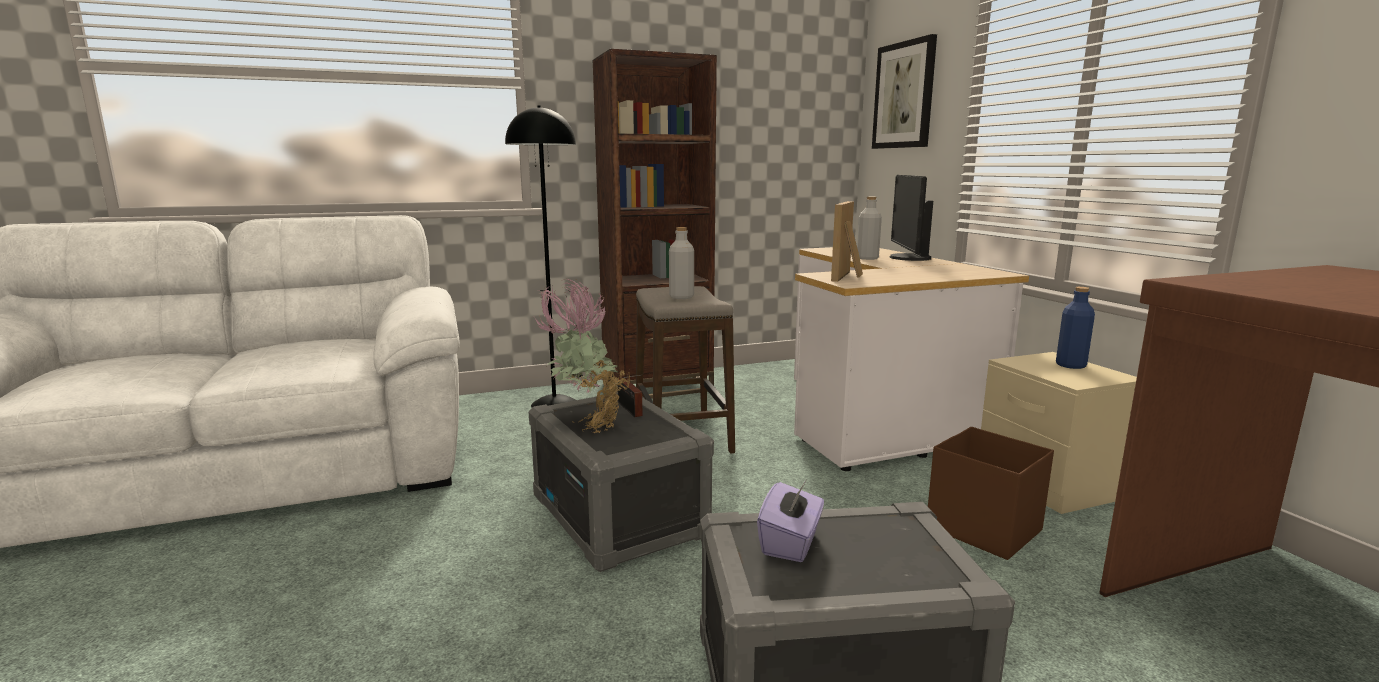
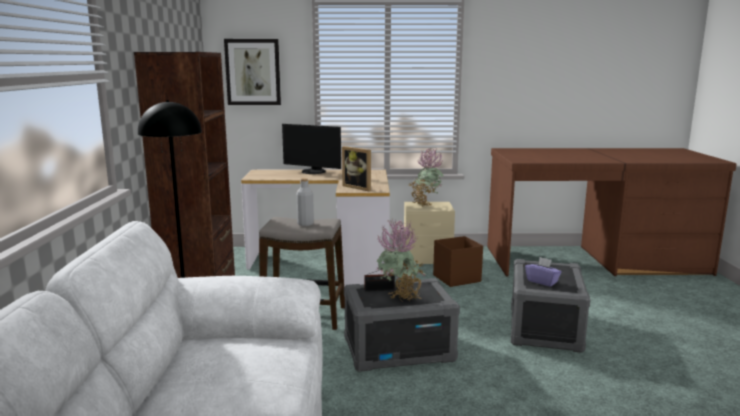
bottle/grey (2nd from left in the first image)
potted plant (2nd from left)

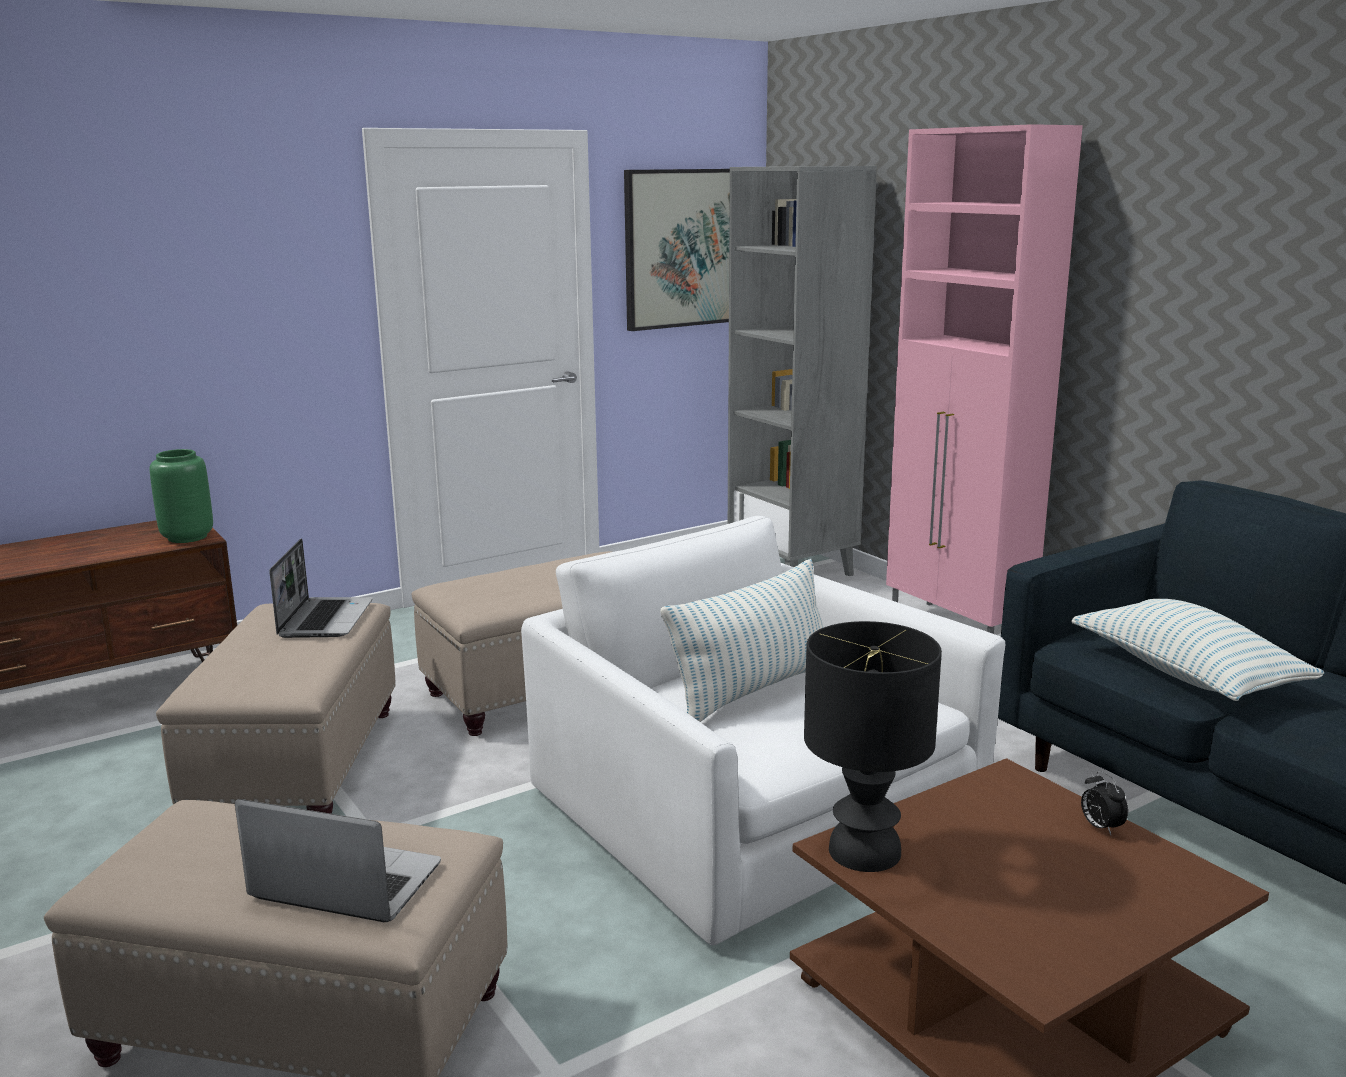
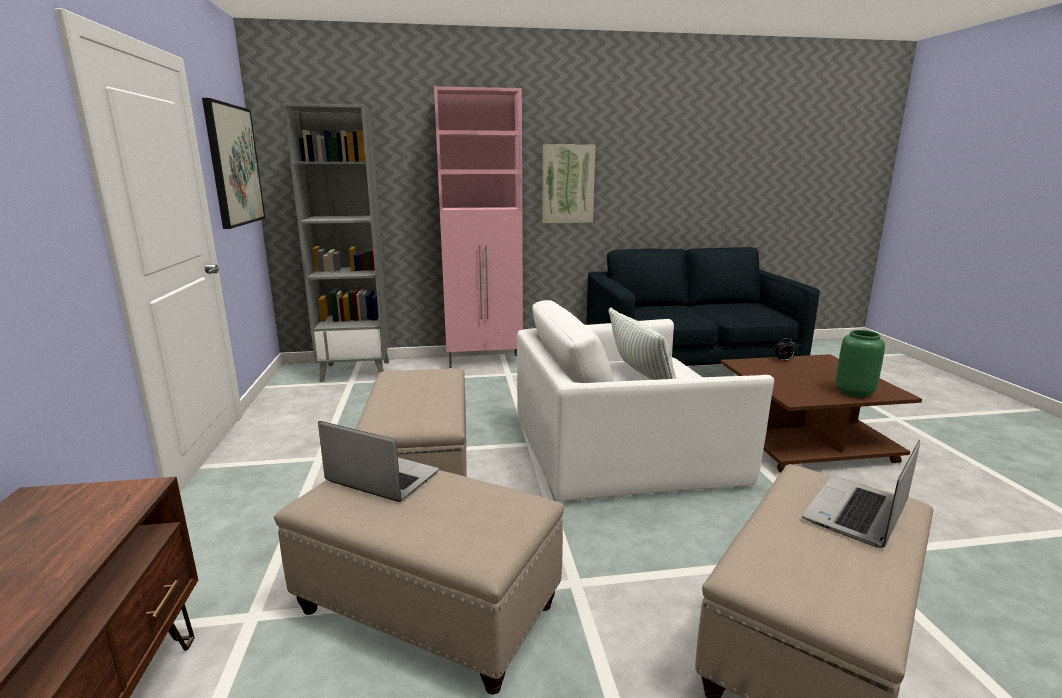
vase/green
table lamp/black
pillow (2nd from left in the first image)
picture (2nd from left)

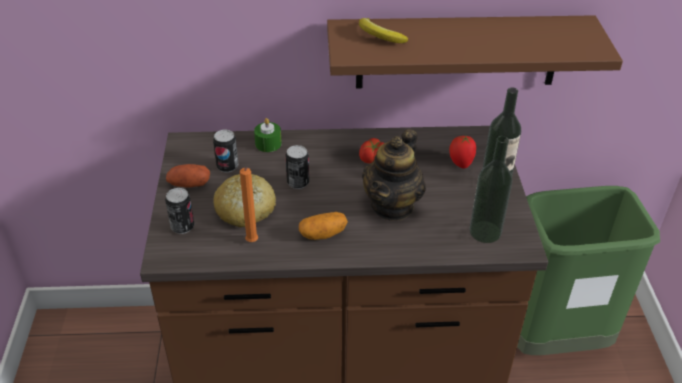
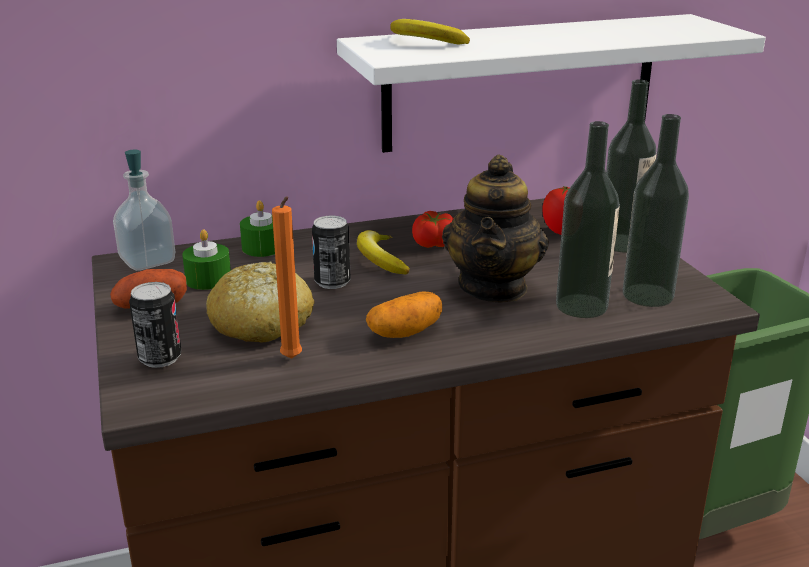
candle/green (1st from left)
shelf/white
soap dispenser
banana (1st from left)
bottle (1st from left)

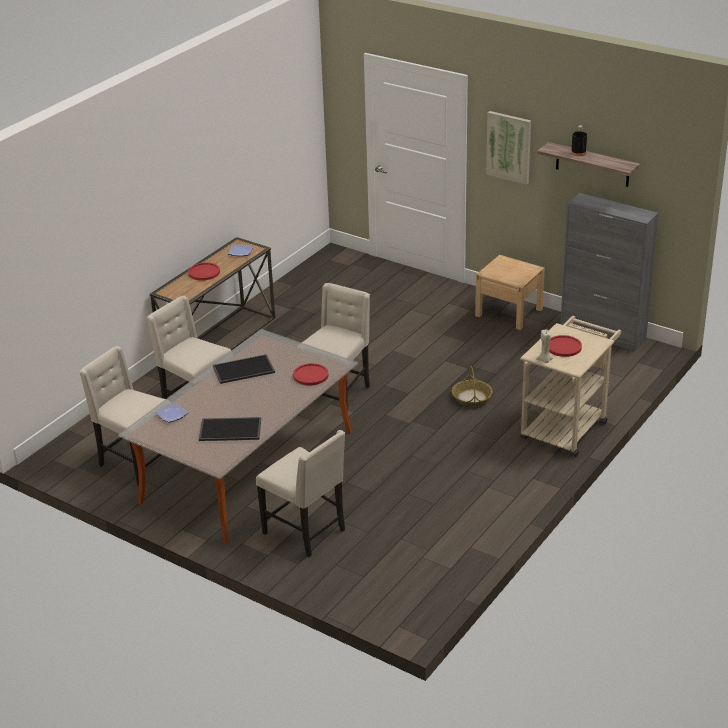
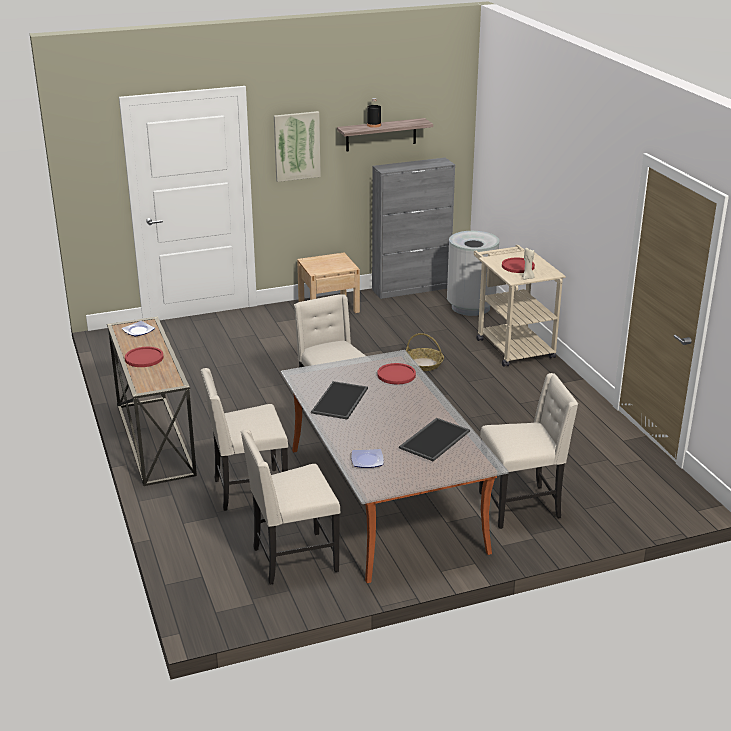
trash can/grey

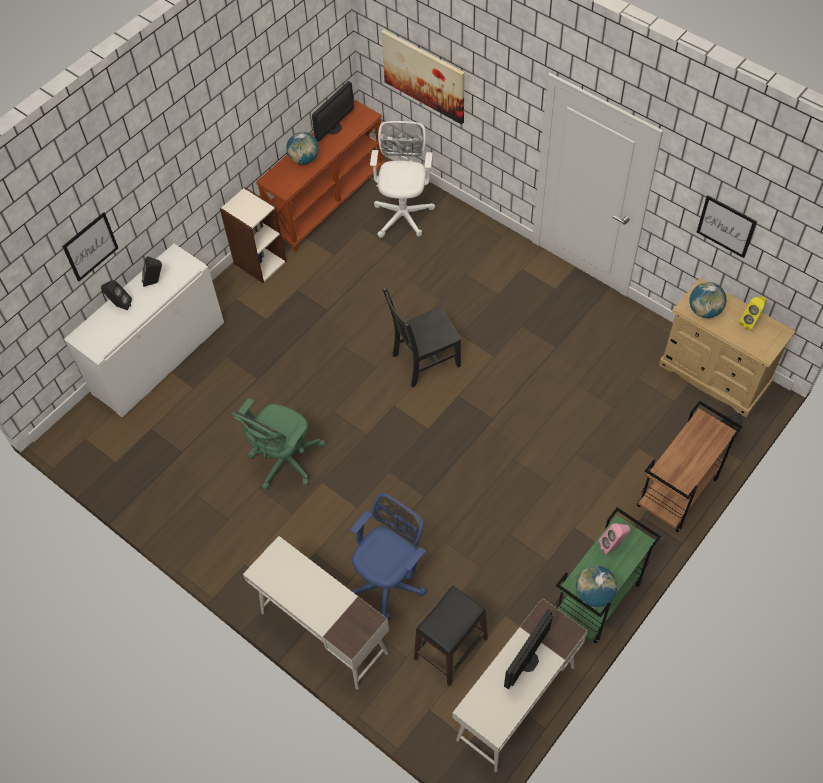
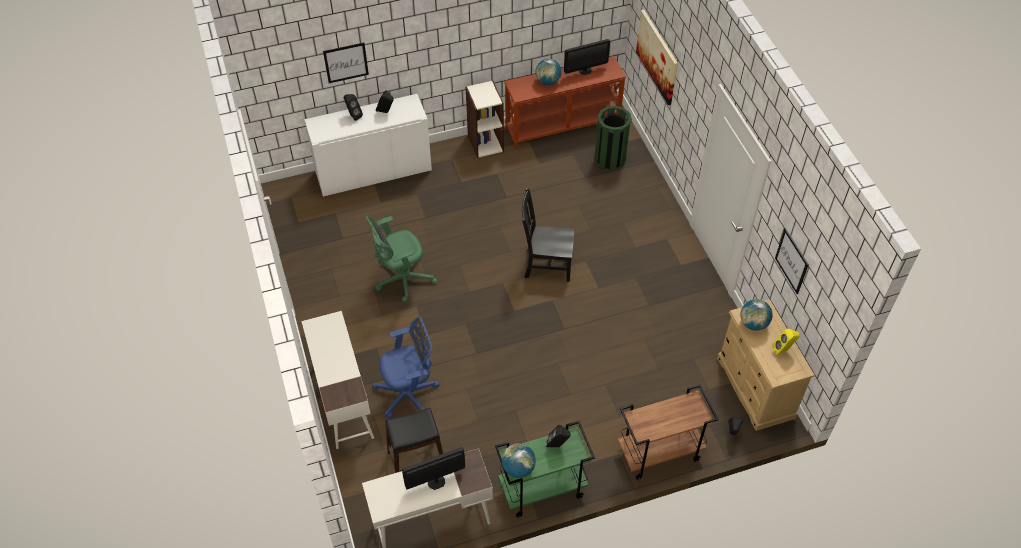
trash can/green
speaker/black (3rd from left)

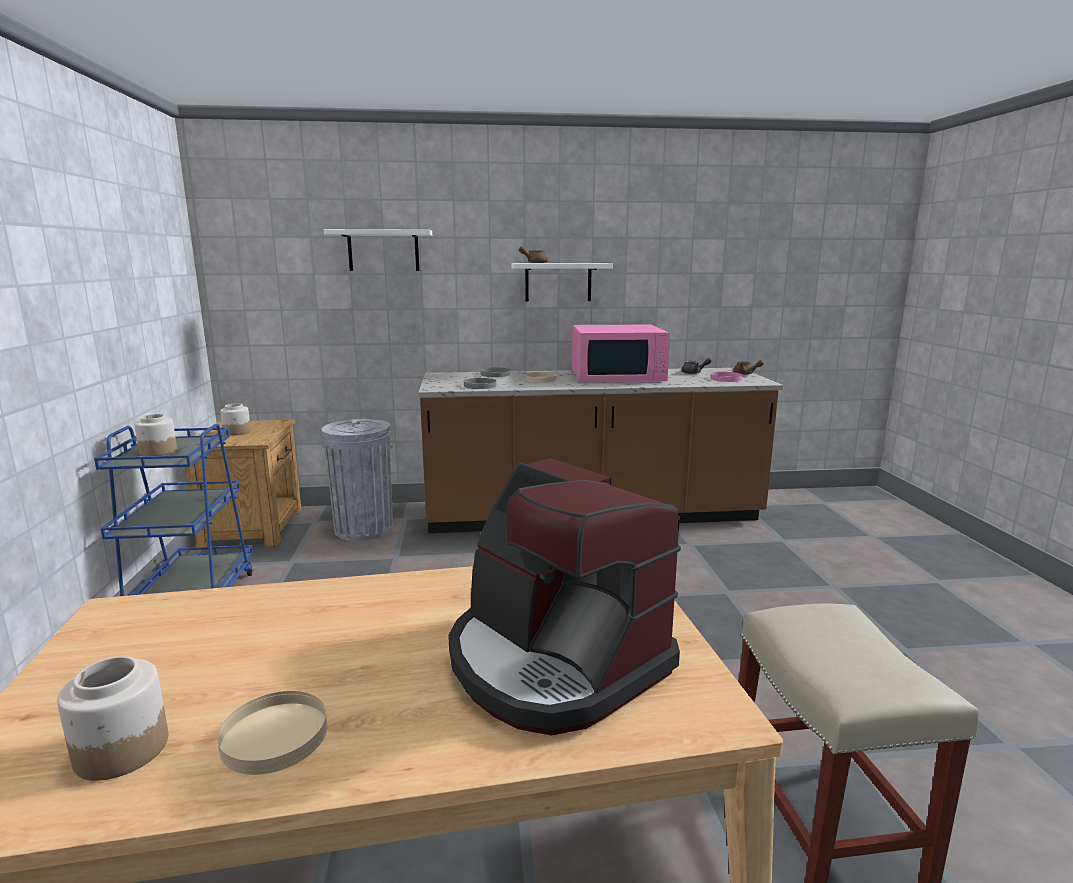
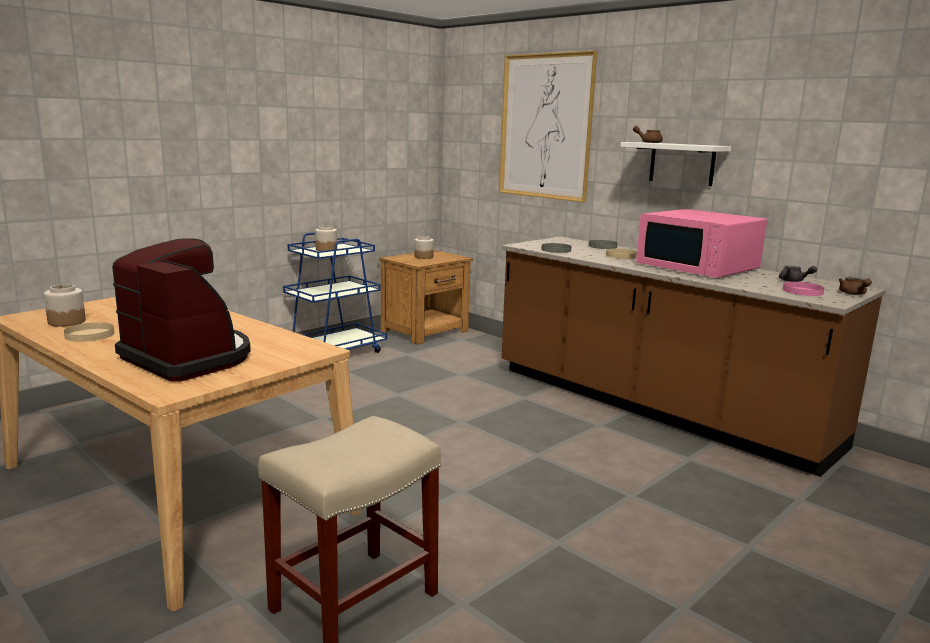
trash can/grey
picture
coffee machine

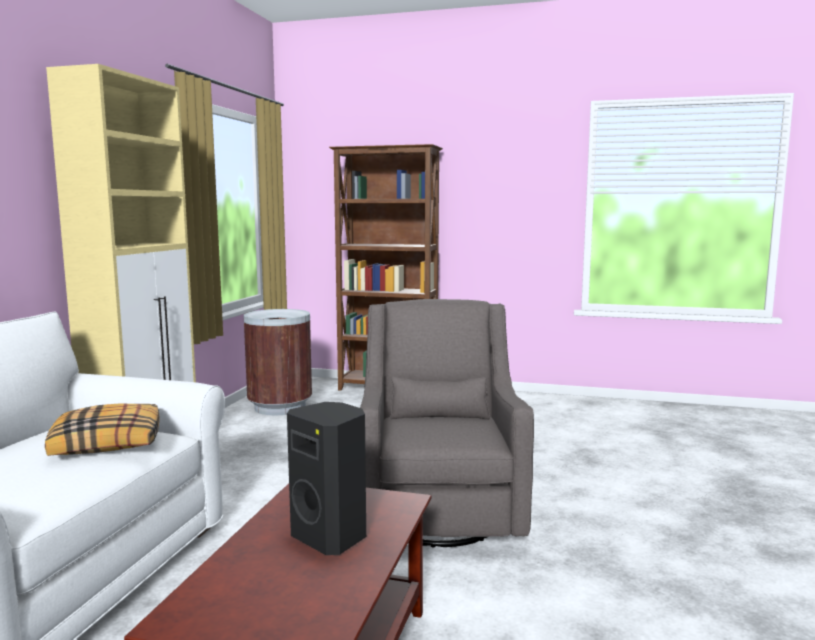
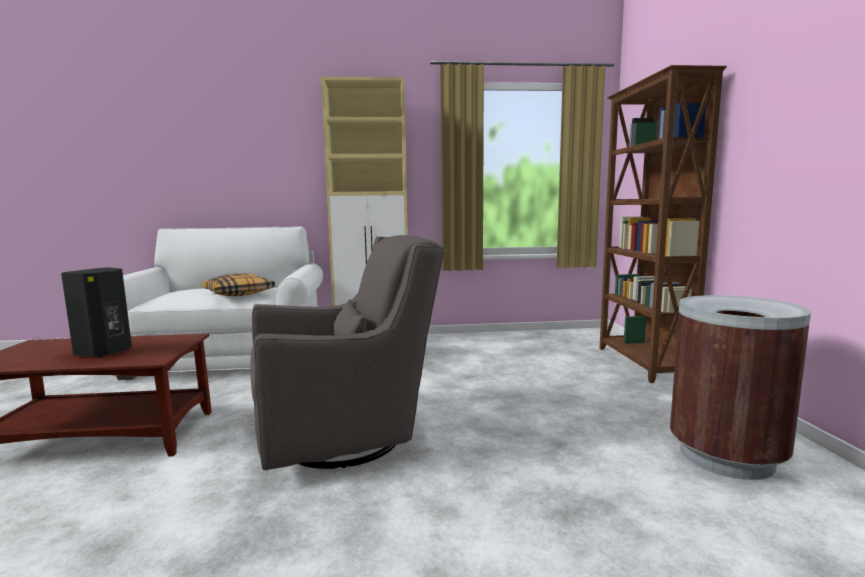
trash can/brown

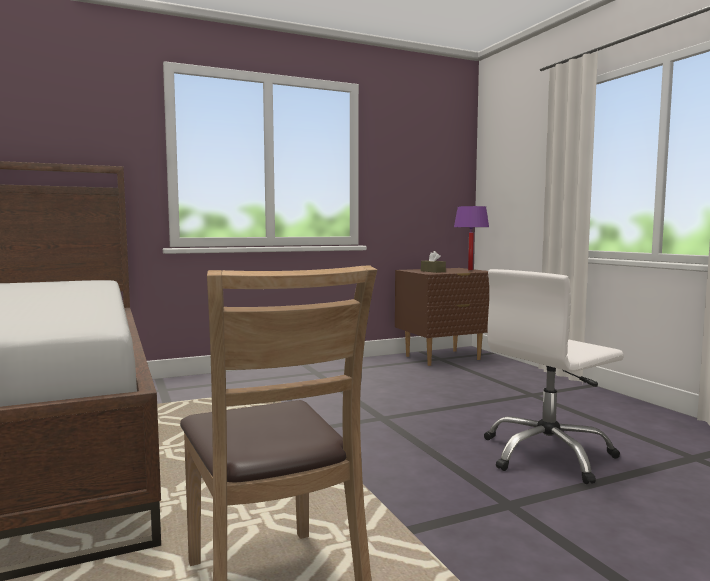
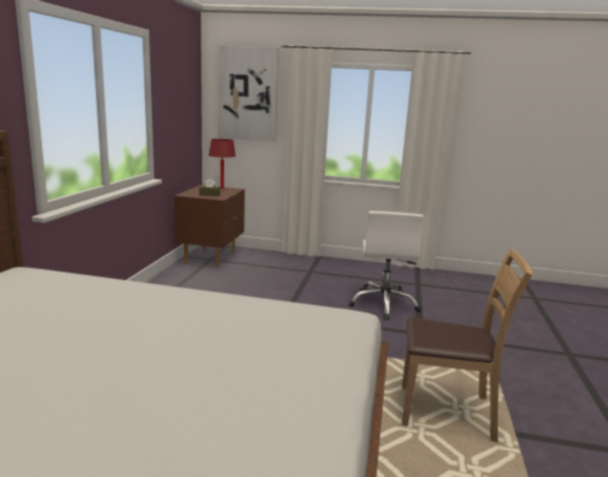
table lamp/red
picture

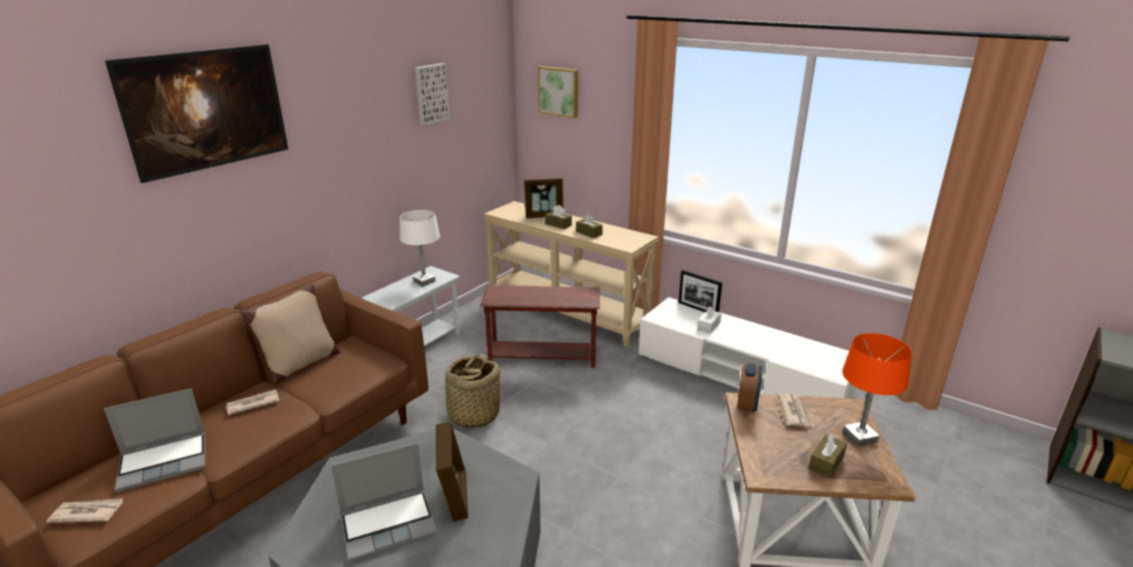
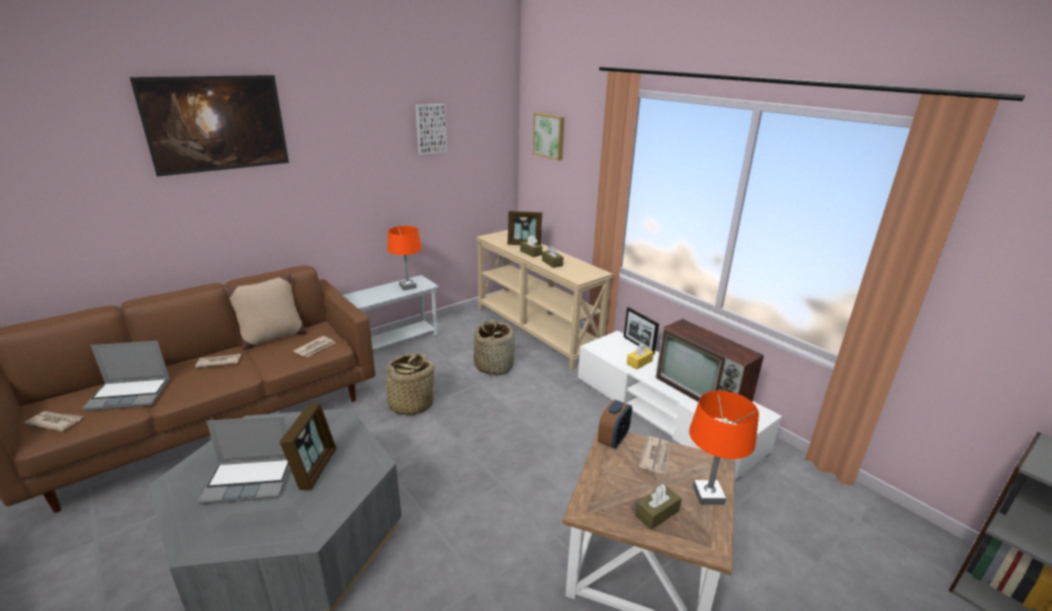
table lamp/orange (1st from left)
basket (2nd from left)
tissue box/yellow
newspaper (3rd from left)
television

